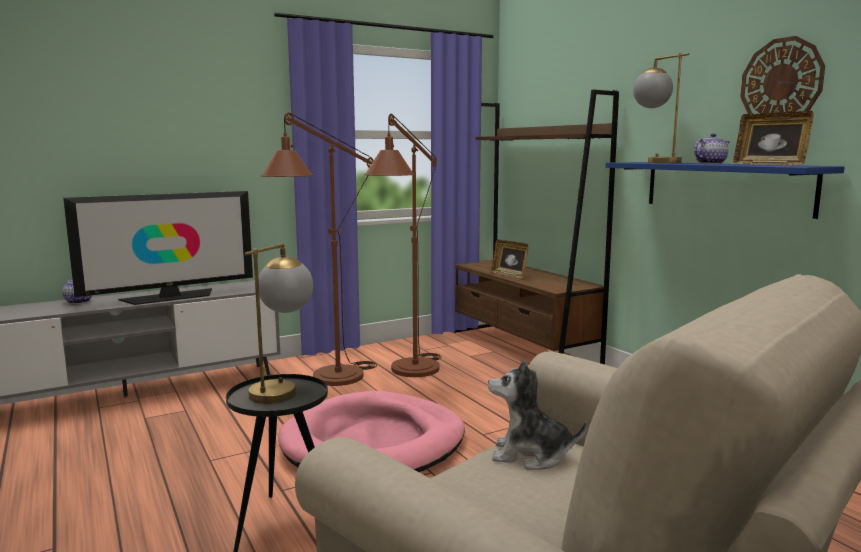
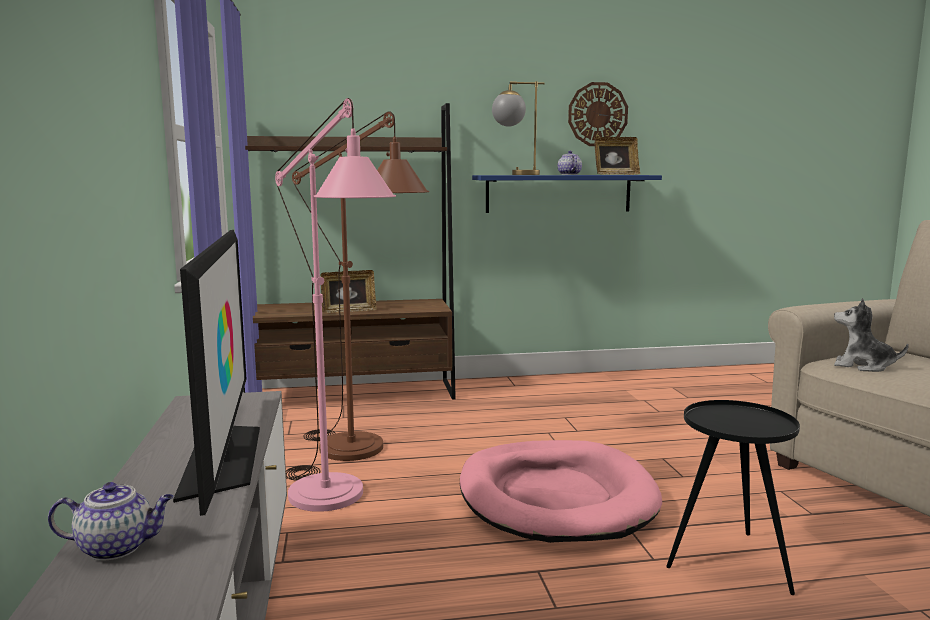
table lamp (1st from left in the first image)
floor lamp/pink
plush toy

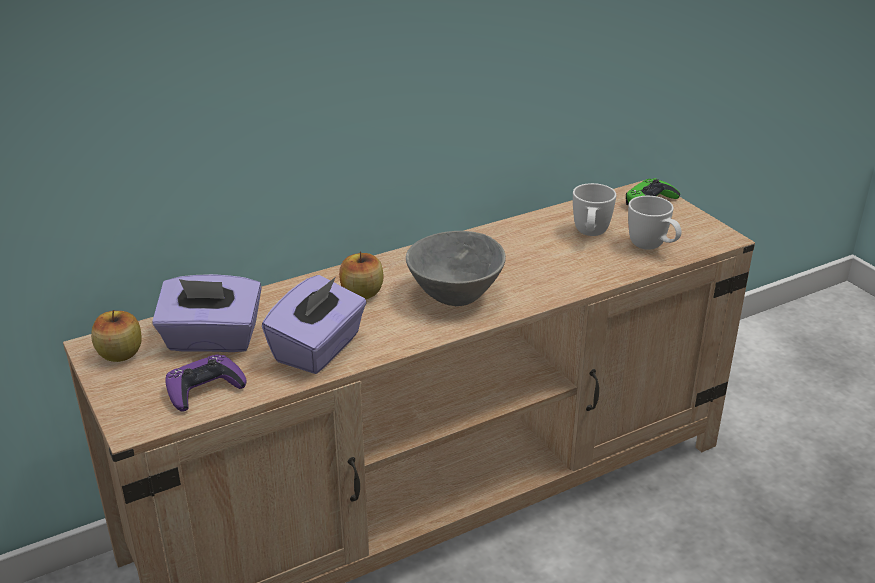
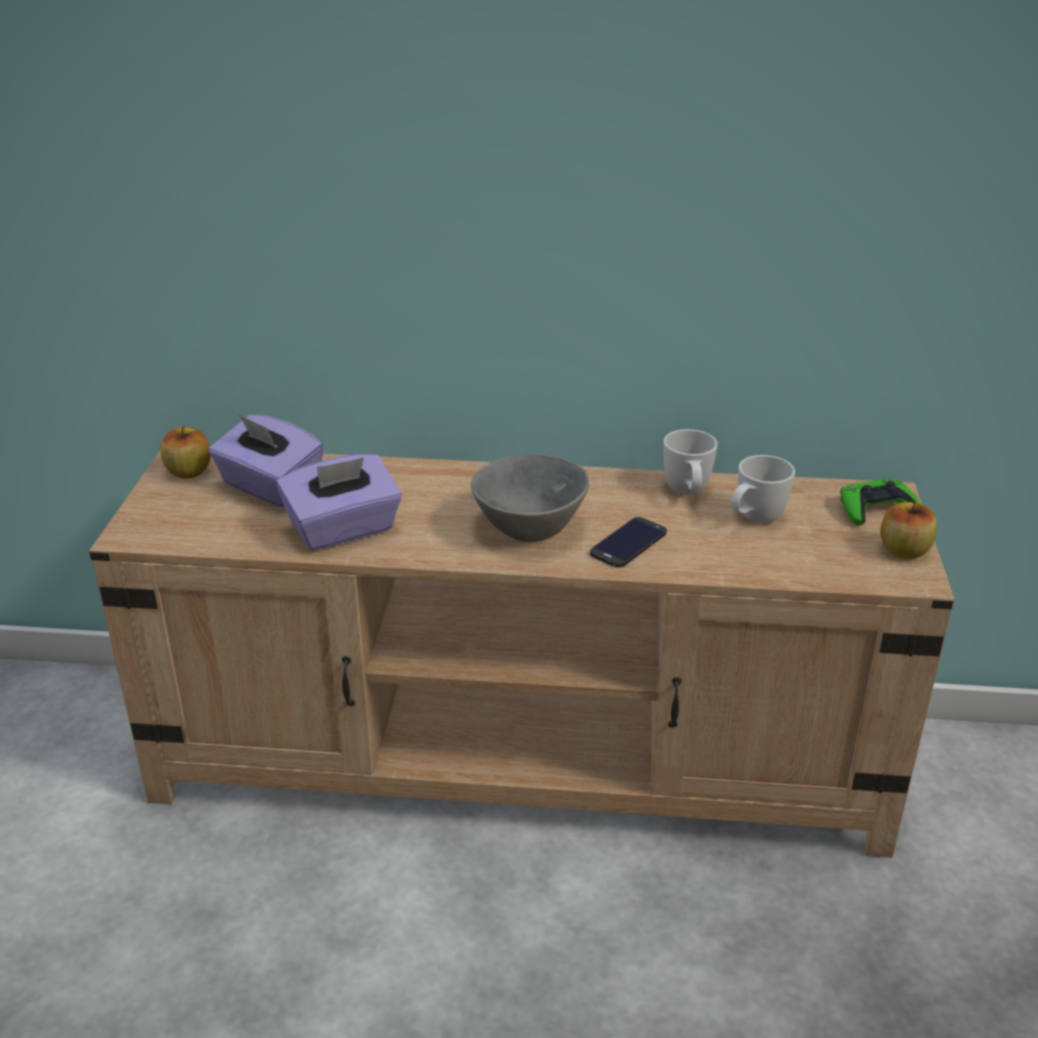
game controller/purple
apple (2nd from left)
mug/white (1st from left)
phone

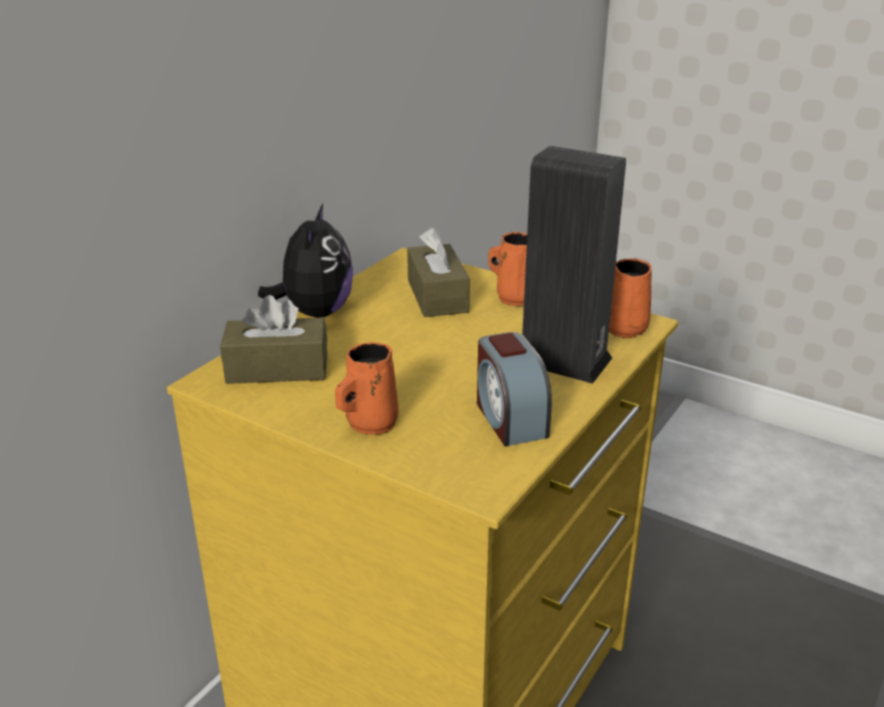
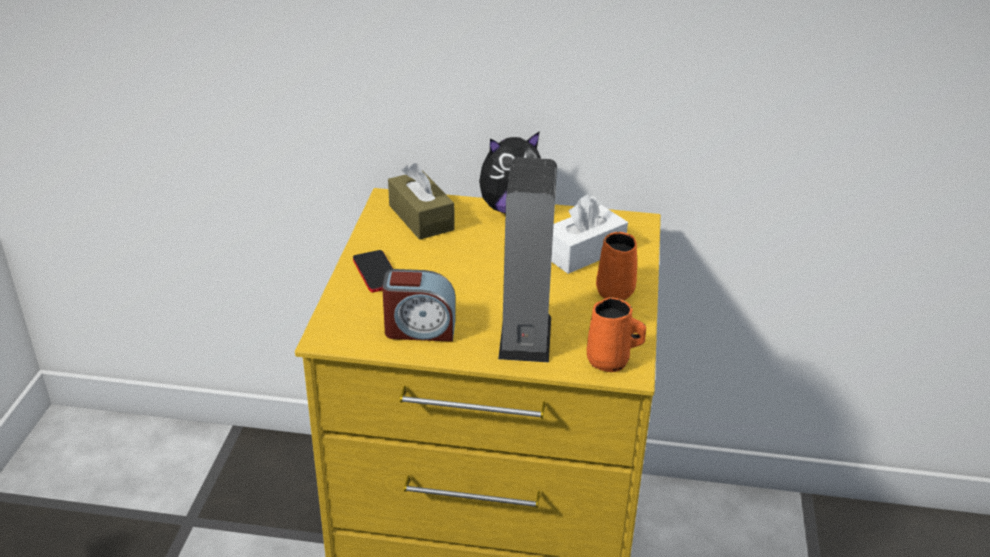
phone
tissue box/white
alarm clock

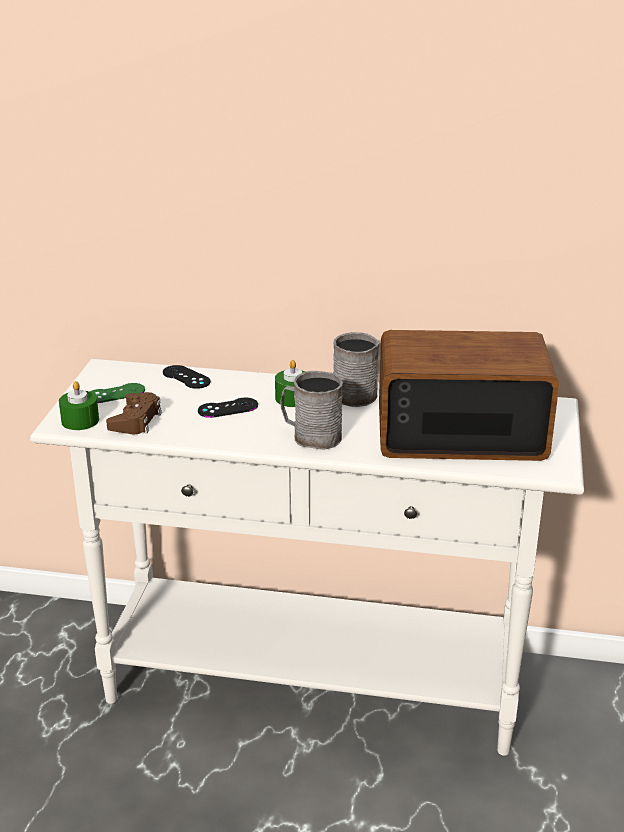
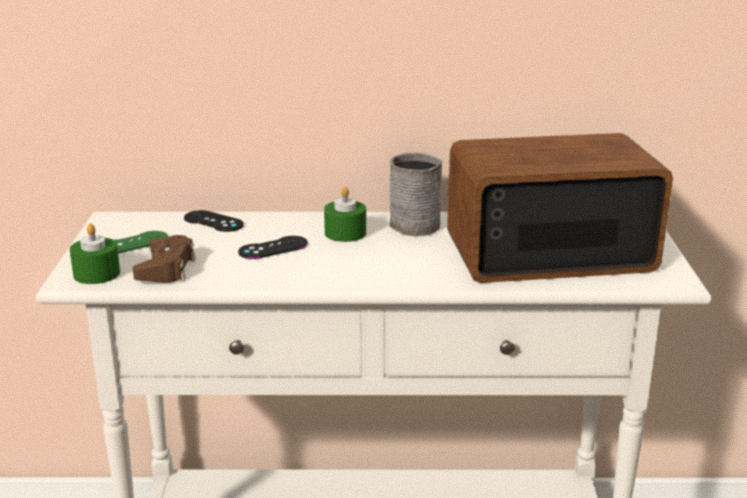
mug/grey (1st from left in the first image)

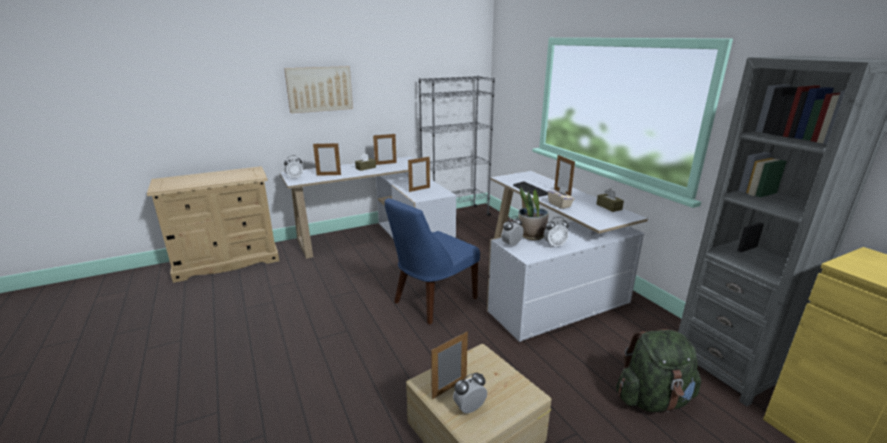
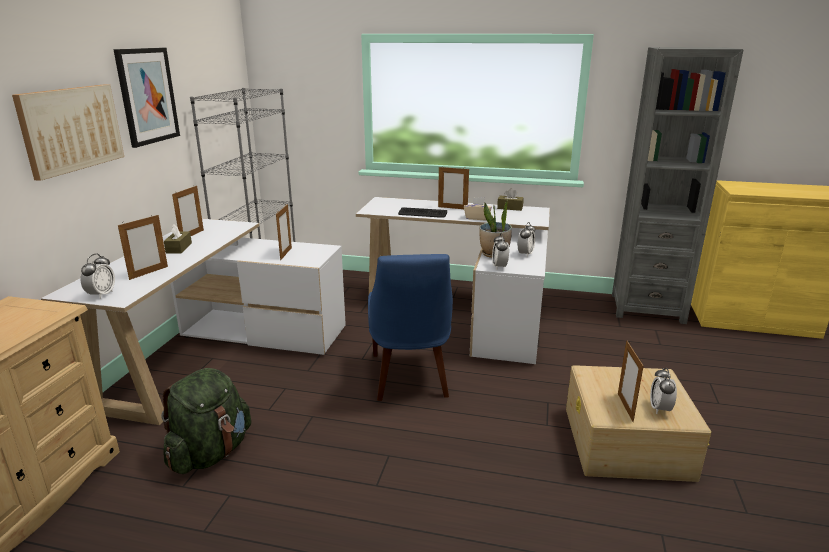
backpack/green
picture (2nd from left)

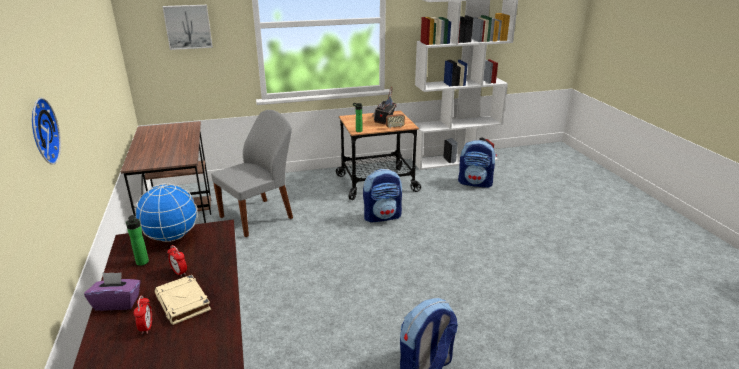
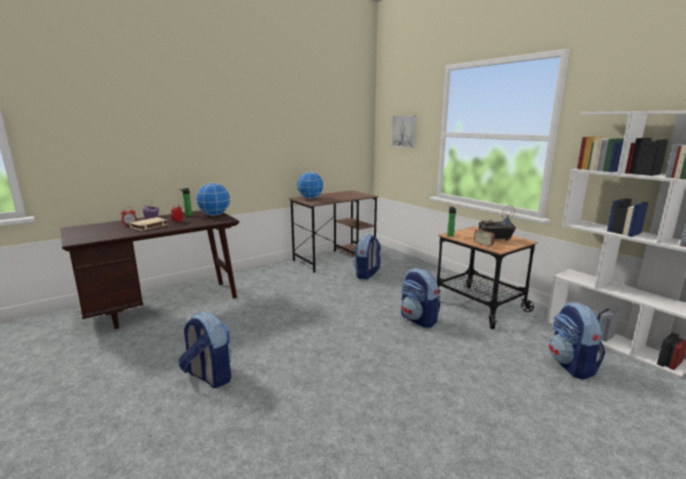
wall clock
backpack (2nd from left)
globe (2nd from left)

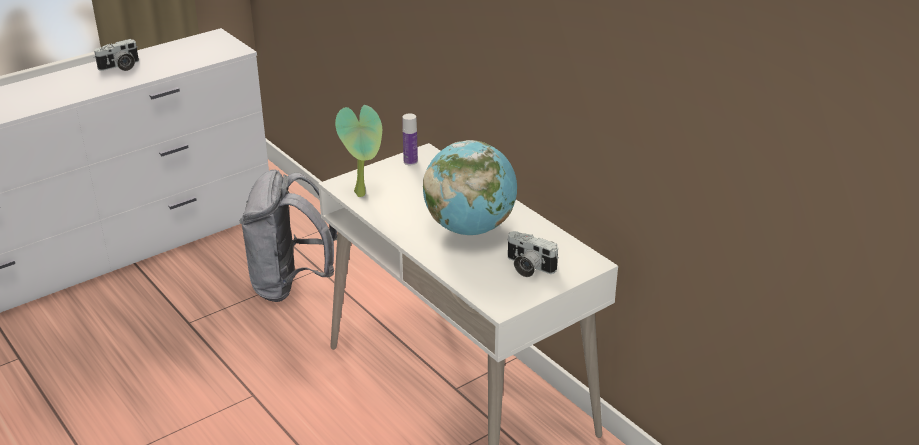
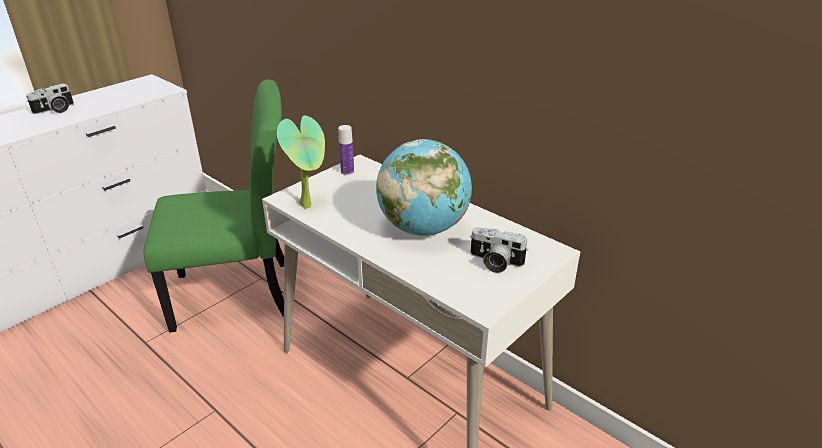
chair/green

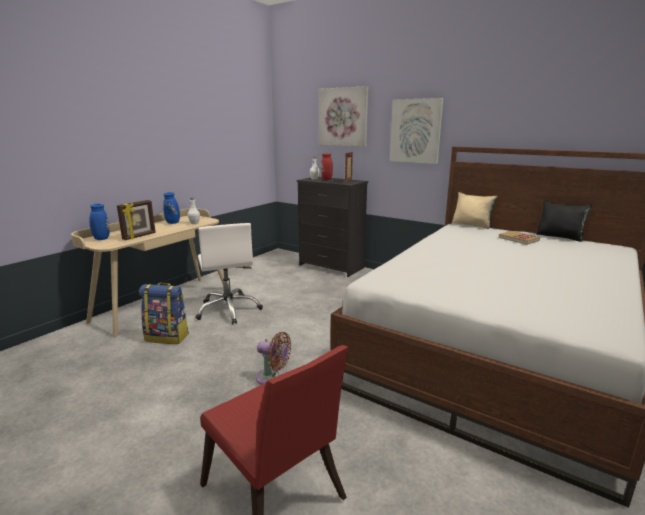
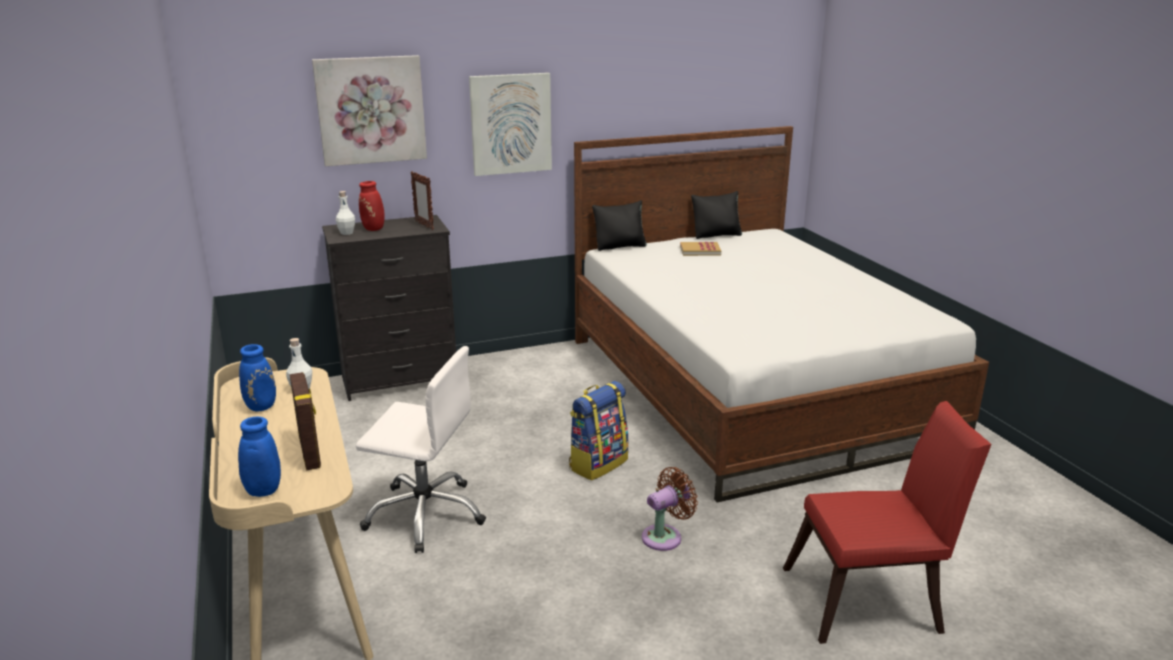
backpack
pillow/black (1st from left)

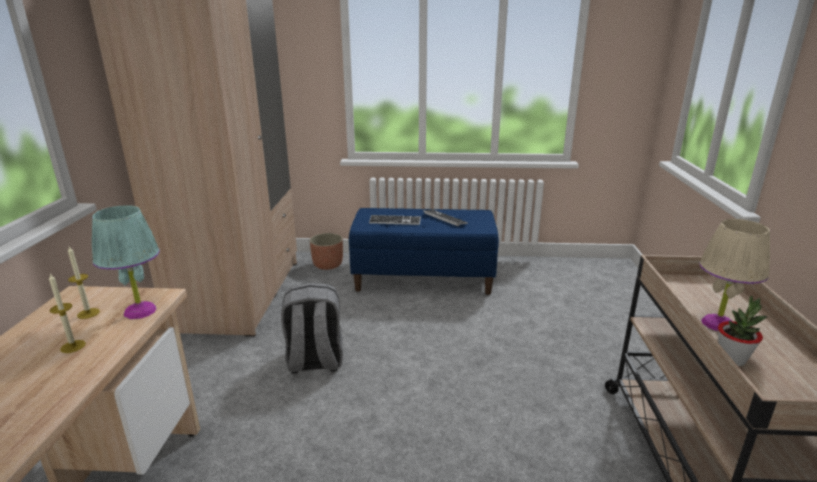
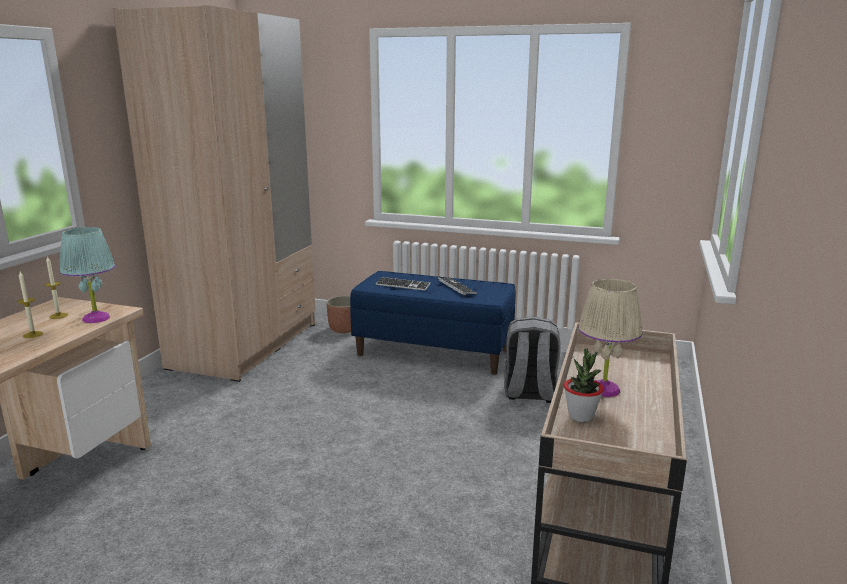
backpack/grey

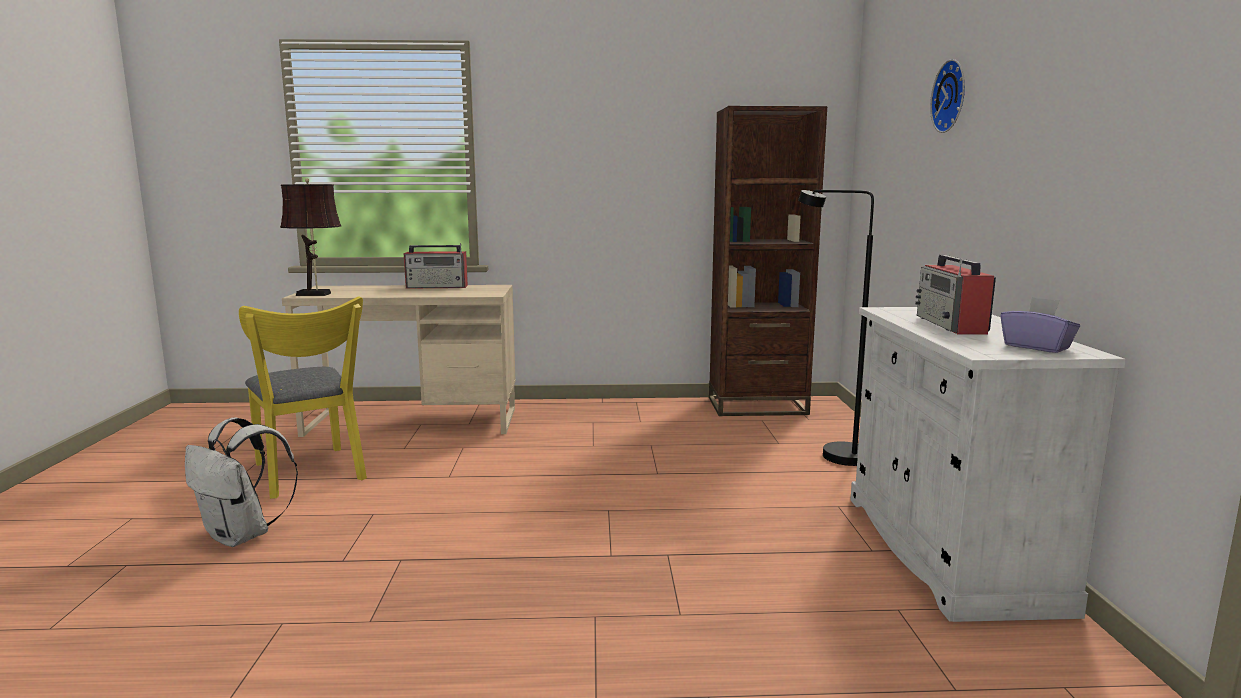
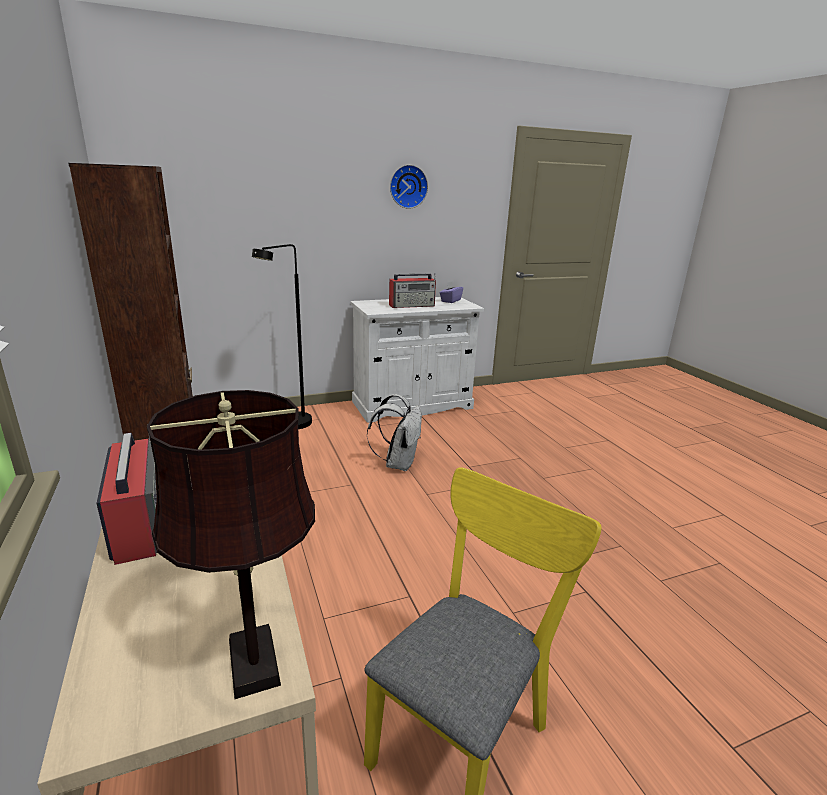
backpack/white
wall clock

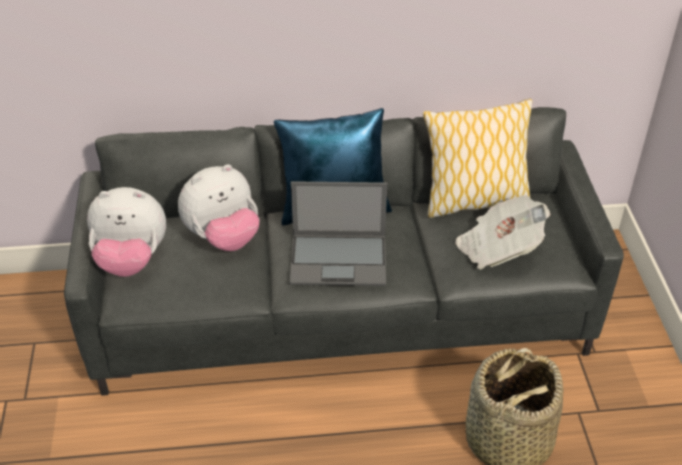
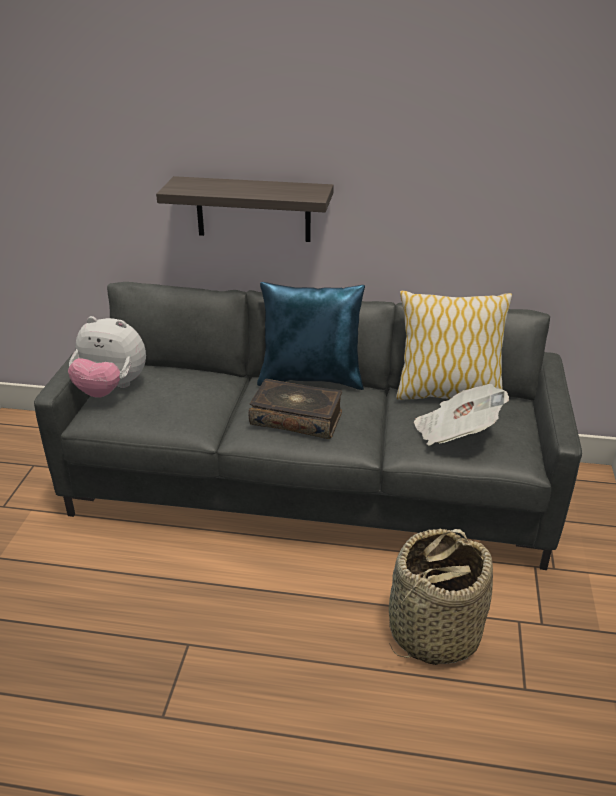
plush toy (2nd from left in the first image)
book
shelf

